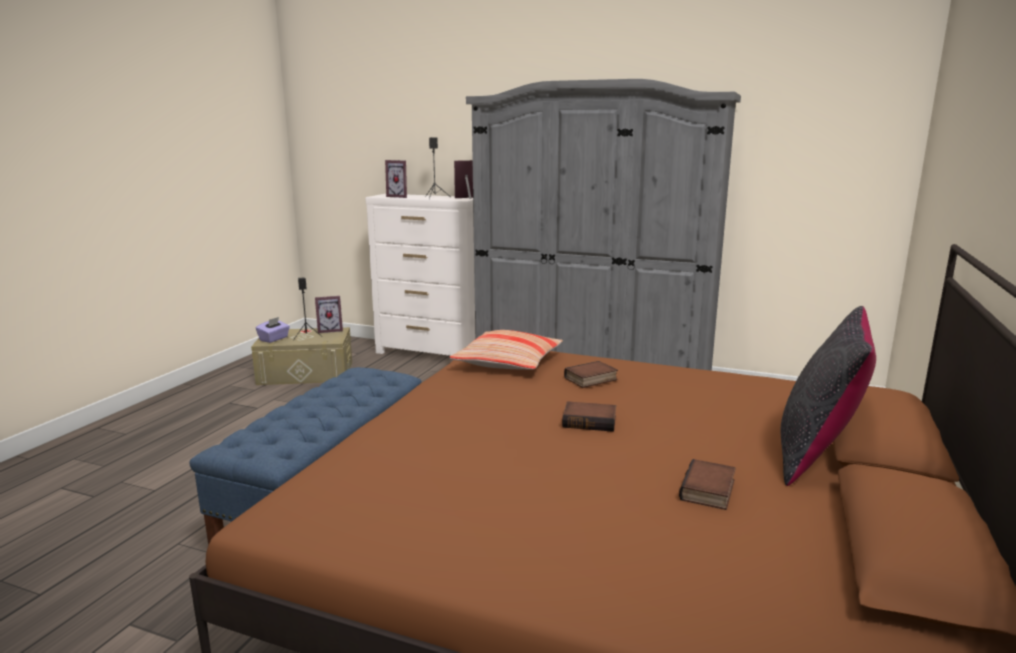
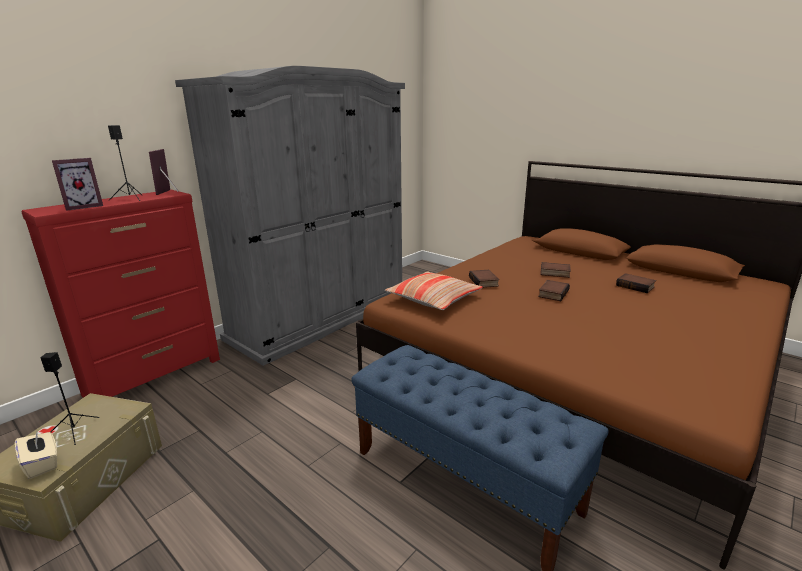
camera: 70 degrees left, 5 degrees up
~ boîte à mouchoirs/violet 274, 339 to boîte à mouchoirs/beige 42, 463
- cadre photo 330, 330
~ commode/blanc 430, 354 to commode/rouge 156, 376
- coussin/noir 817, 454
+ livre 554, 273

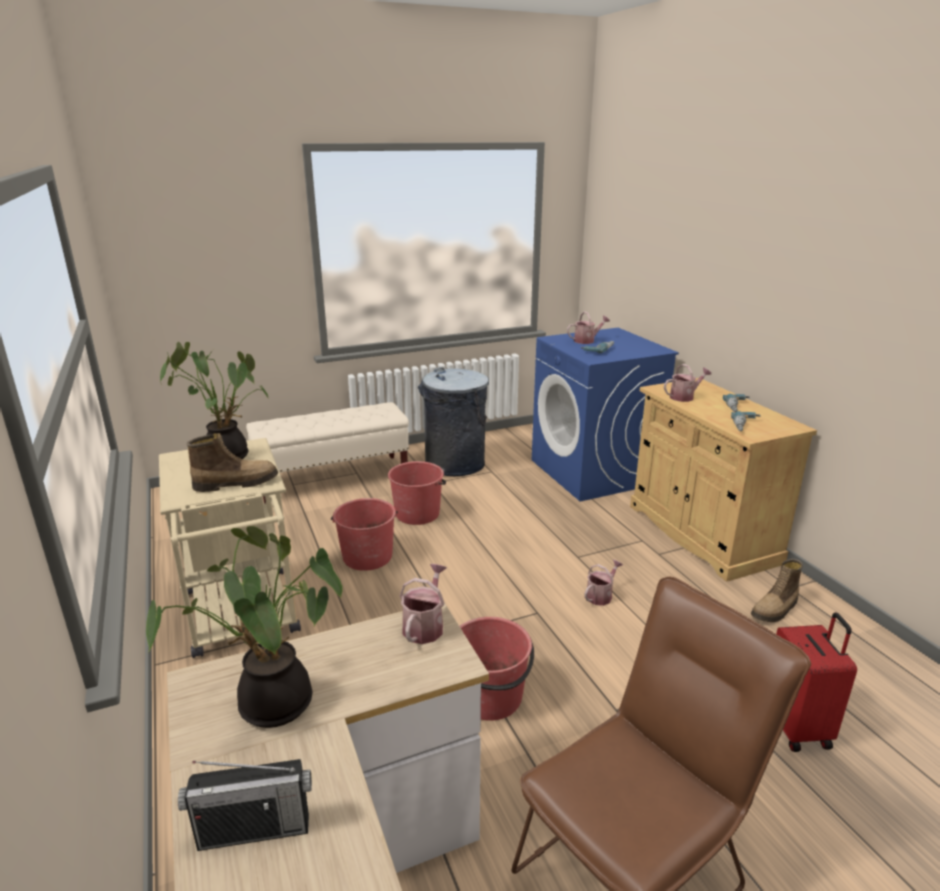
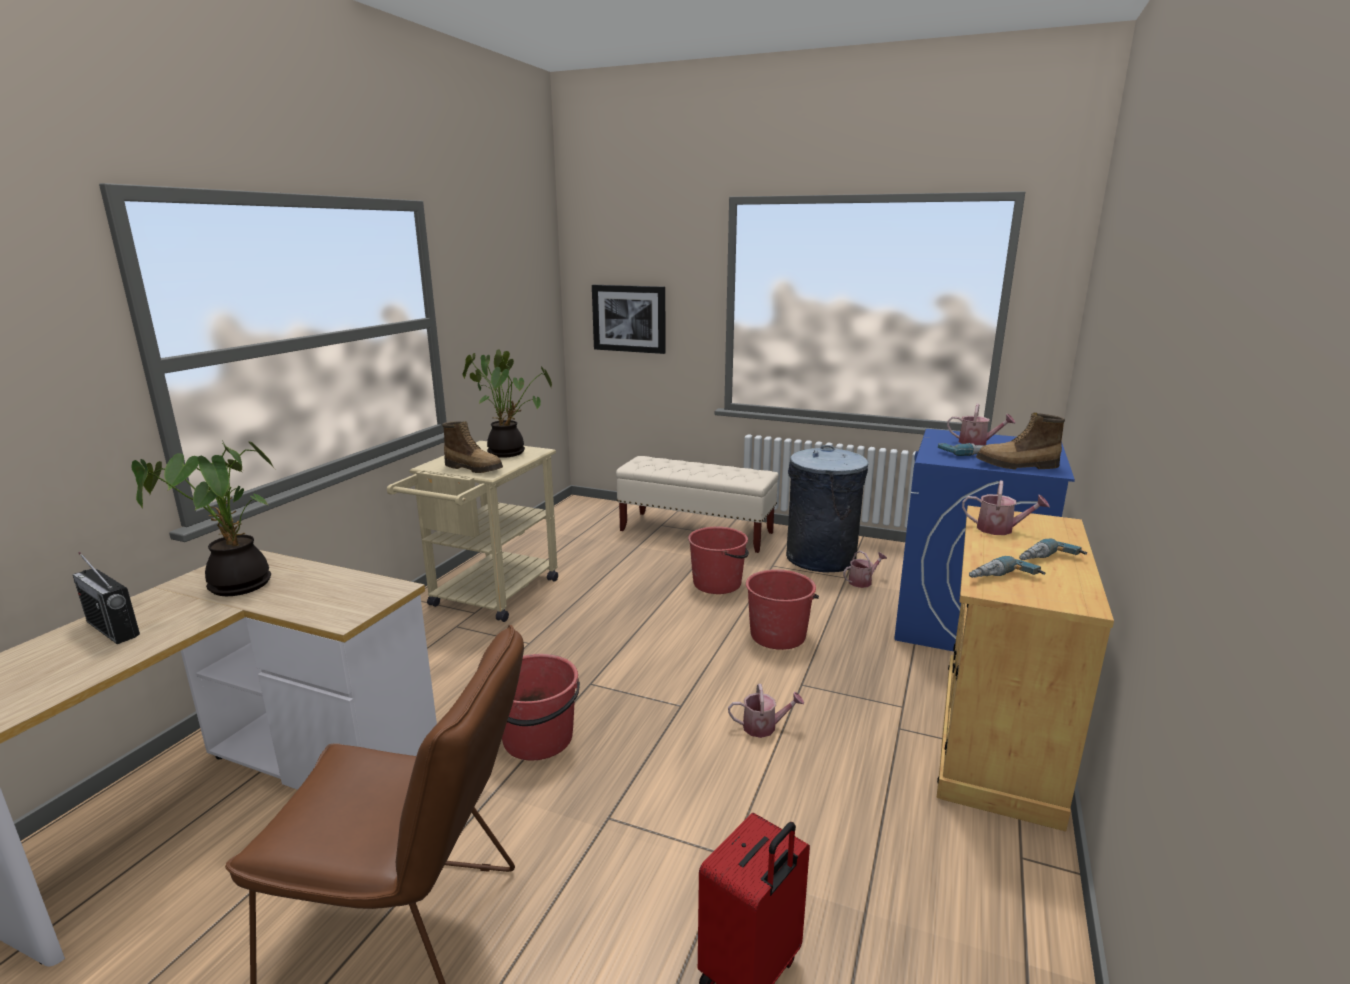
camera: 45 degrees right, 5 degrees down
~ seau/rouge 367, 556 to 778, 635
~ arrosoir 425, 625 to 862, 581
~ botte 775, 610 to 1017, 466
+ tableau 629, 318

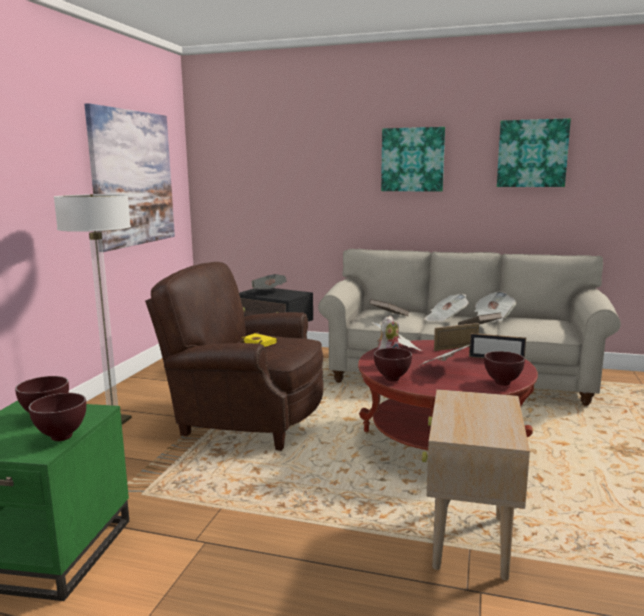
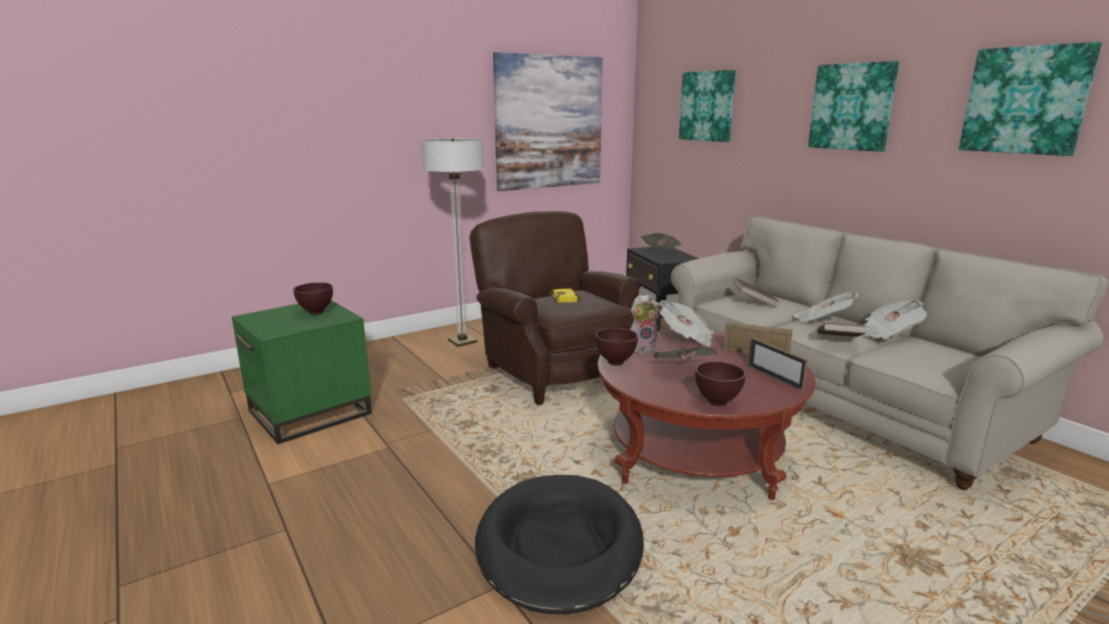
camera: 40 degrees right, 5 degrees up
- bol/marron 62, 438
~ table d'appoint/beige 469, 543 to panier pour chien/noir 559, 546
+ tableau 707, 106

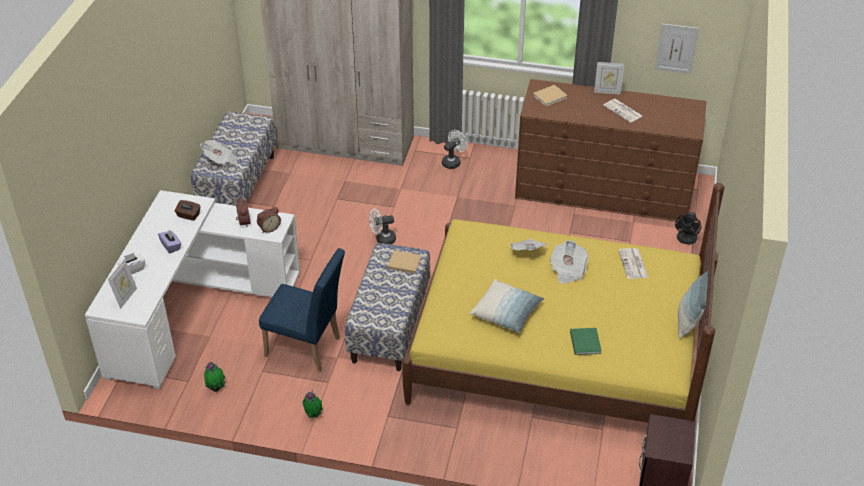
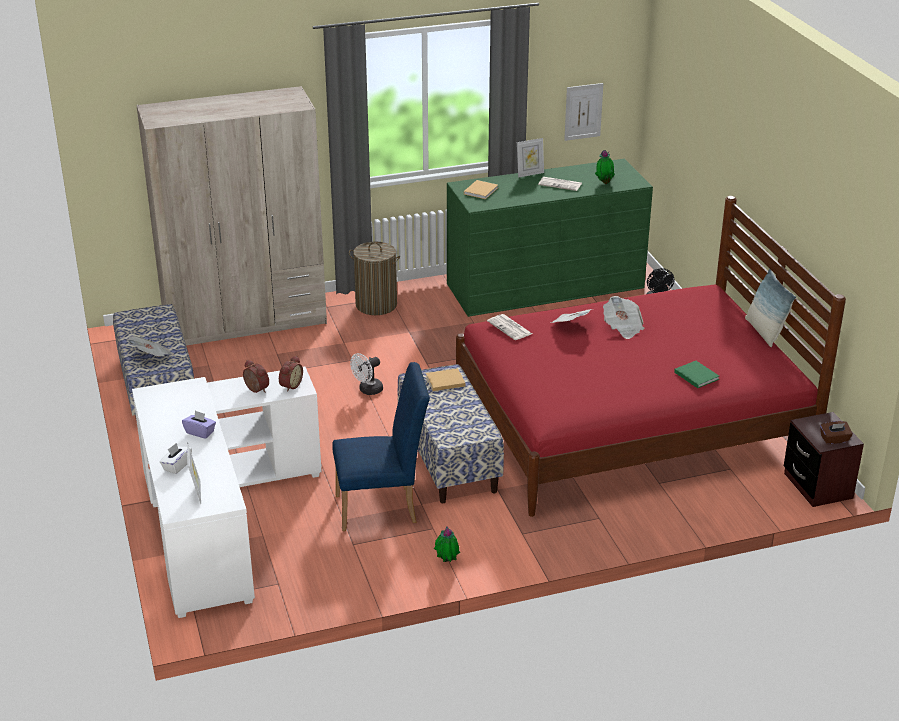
camera: 30 degrees left, 10 degrees down
~ boîte à mouchoirs/marron 188, 216 to 834, 440
~ plante en pot 216, 388 to 604, 183
~ lit/jaune 556, 352 to lit/rouge 630, 425
~ ventilateur/blanc 453, 162 to panier à linge 376, 305
- coussin 506, 313
~ commode/marron 603, 191 to commode/vert 545, 286
~ journal 633, 264 to 510, 328

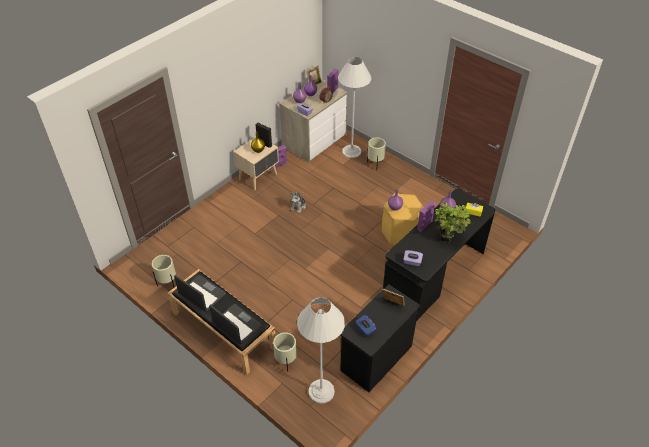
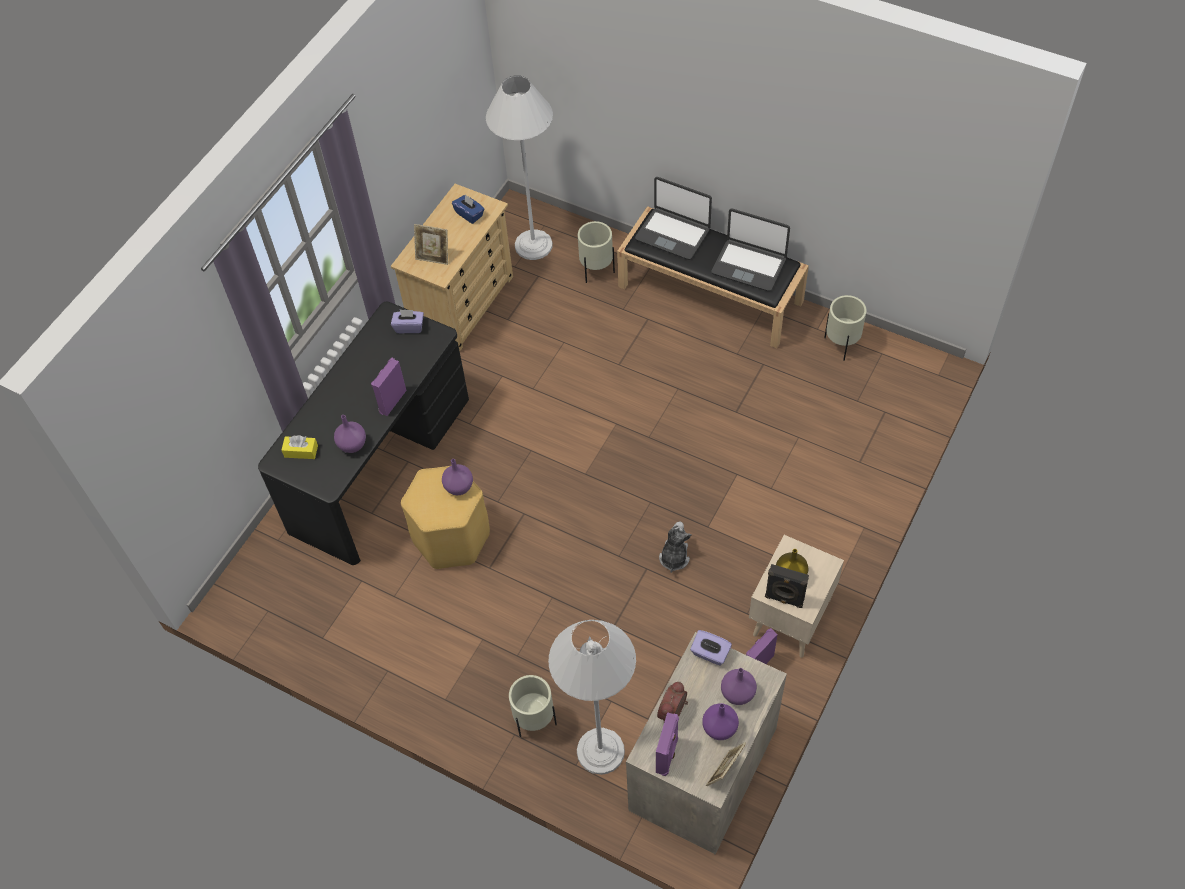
camera: 170 degrees right, 10 degrees up
~ commode/noir 376, 358 to commode/beige 462, 304
- plante en pot 448, 238

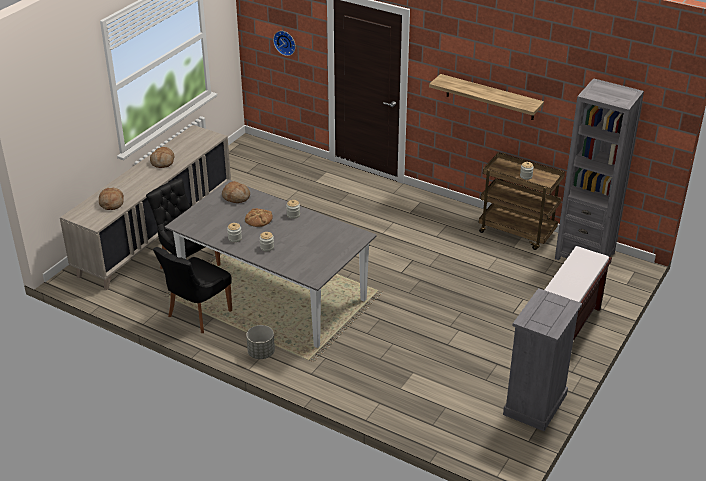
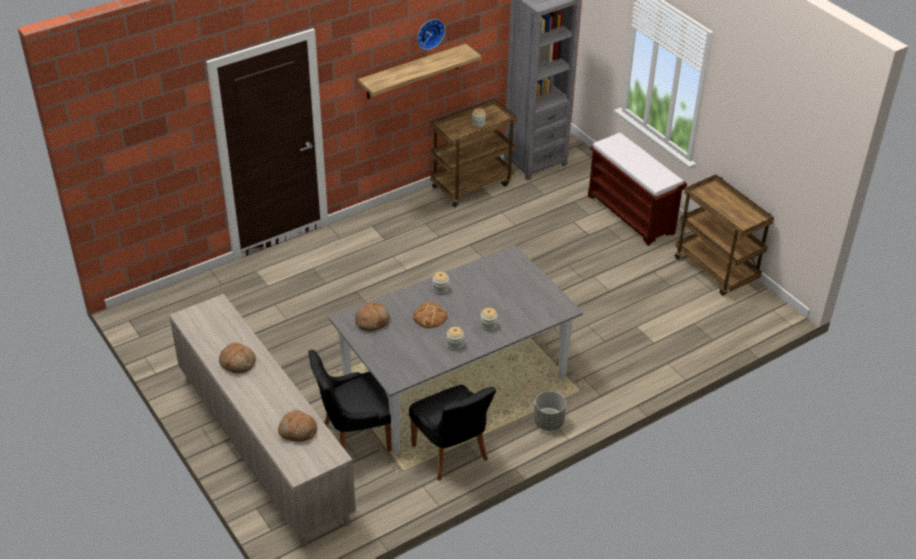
camera: 65 degrees left, 5 degrees up
~ horloge murale 285, 42 to 429, 33
~ commode/gris 535, 404 to chariot/marron 716, 270

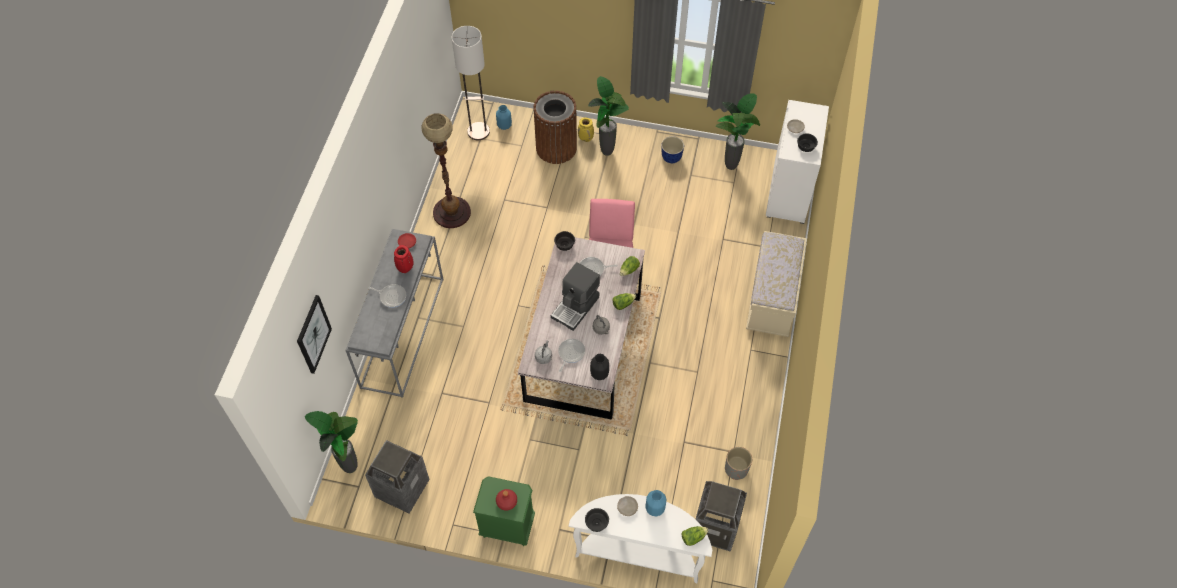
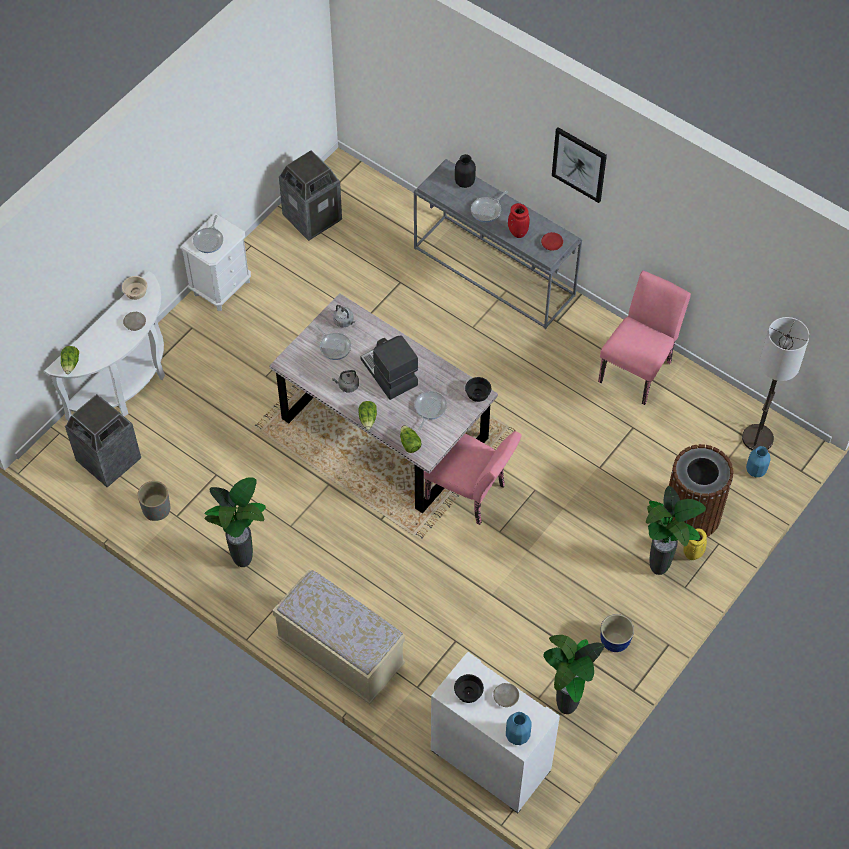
camera: 115 degrees right, 0 degrees up
~ tableau 313, 334 to 579, 164
~ plante en pot 350, 467 to 244, 561
~ lampadaire 451, 212 to chaise/rose 638, 368
~ table de chevet/vert 507, 526 to table de chevet/blanc 222, 287
~ bouteille/rouge 506, 501 to poêle 209, 240
~ bol/noir 596, 523 to bol/beige 137, 293
~ vase/noir 599, 373 to 465, 182
~ vase/bleu 654, 508 to 517, 735

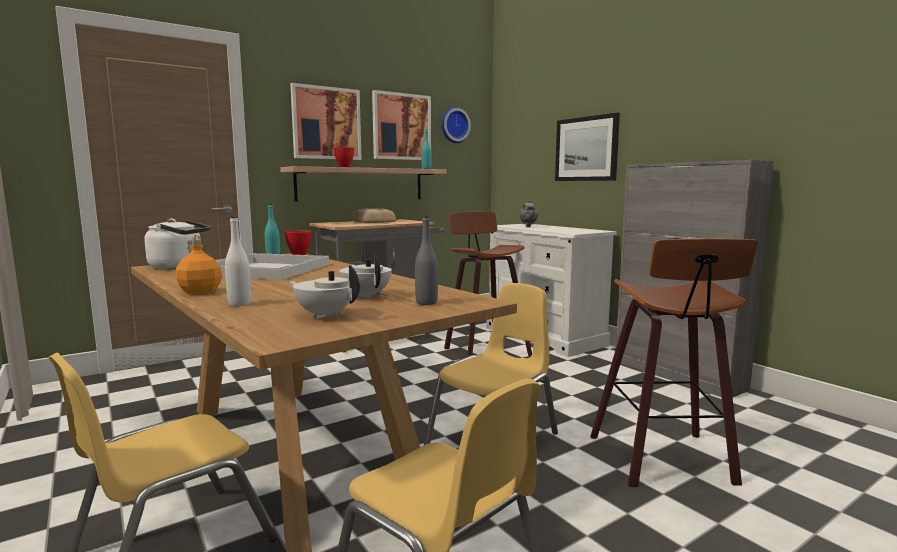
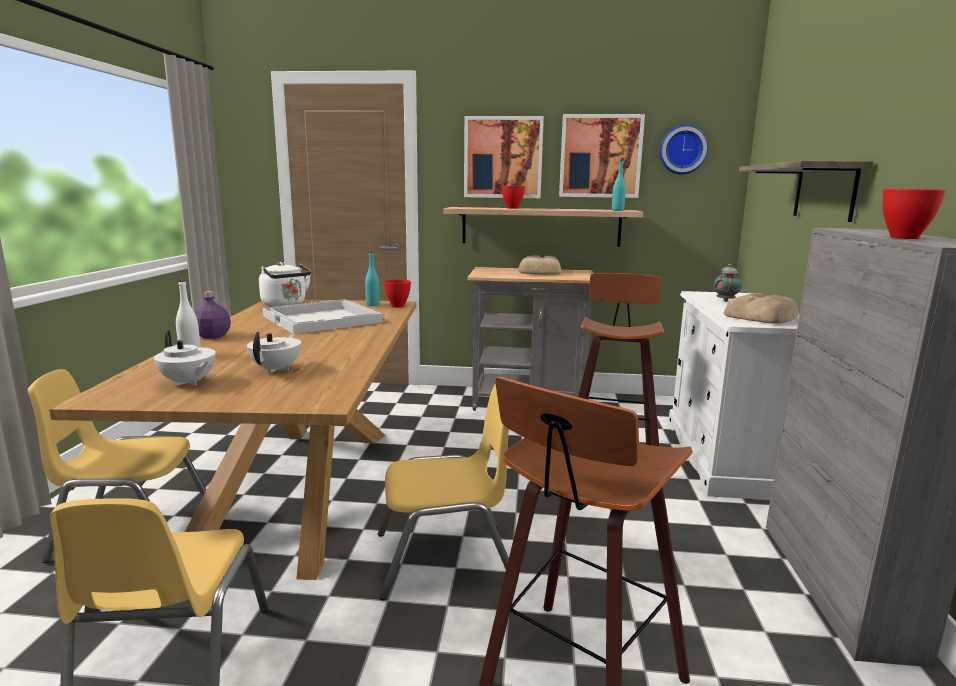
camera: 40 degrees right, 5 degrees up
~ bouteille/orange 200, 291 to bouteille/violet 213, 336
~ théière/blanc 325, 315 = 188, 382 150 degrees clockwise
- bouteille/gris 426, 303
~ tableau 586, 149 to étagère 824, 191
+ pain 761, 316
+ bol/rouge 905, 238

